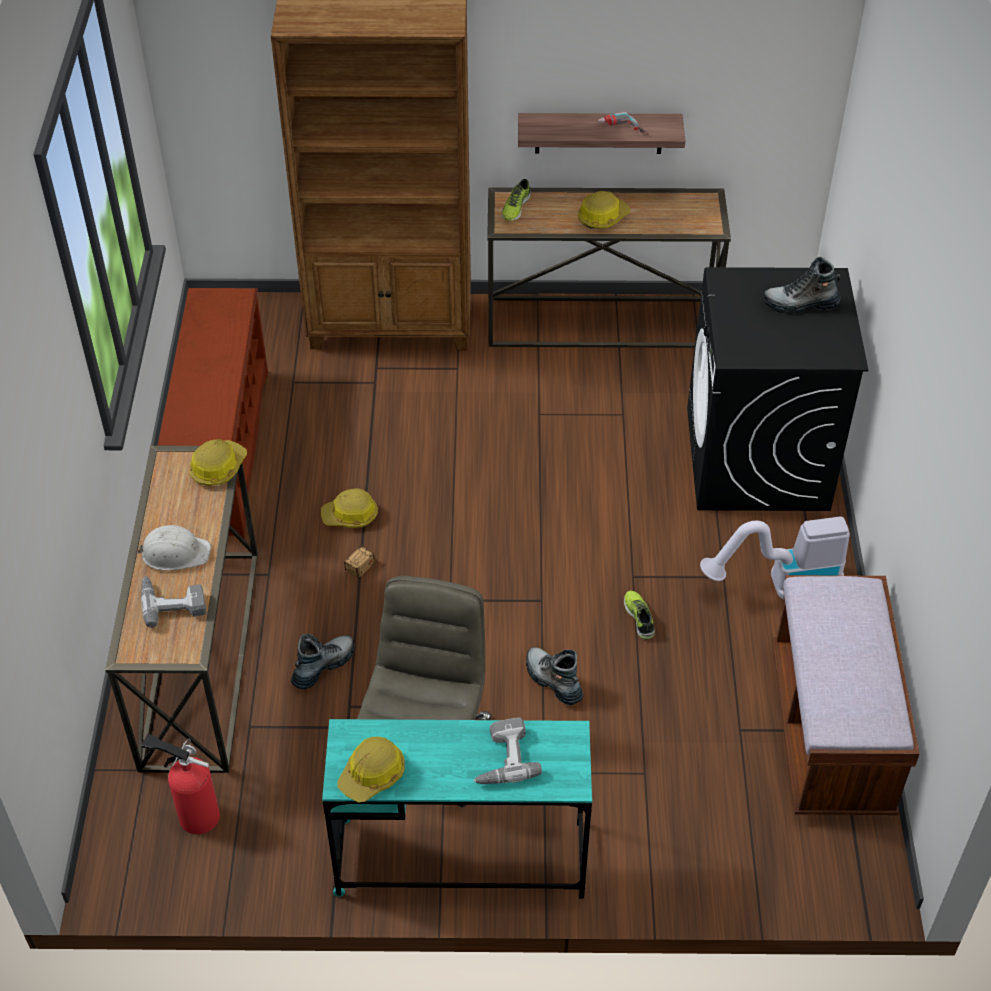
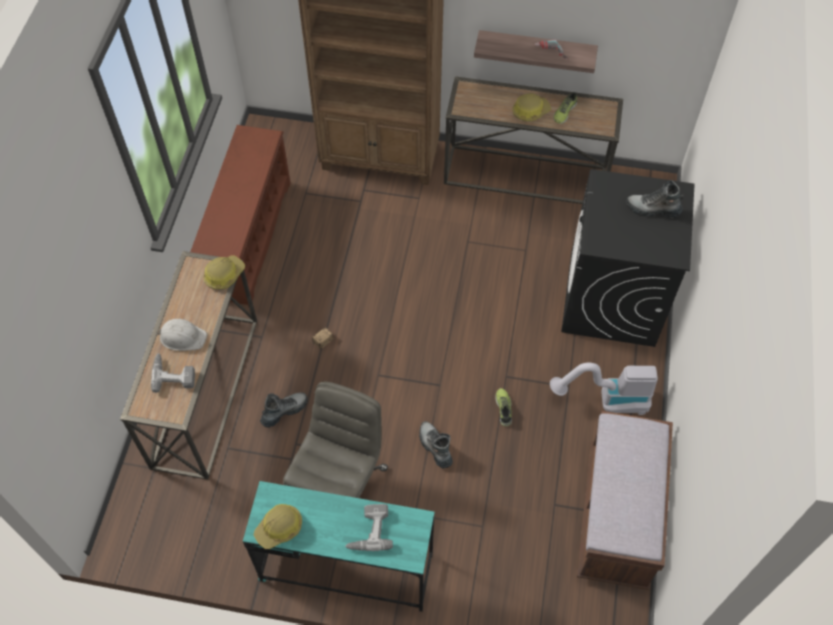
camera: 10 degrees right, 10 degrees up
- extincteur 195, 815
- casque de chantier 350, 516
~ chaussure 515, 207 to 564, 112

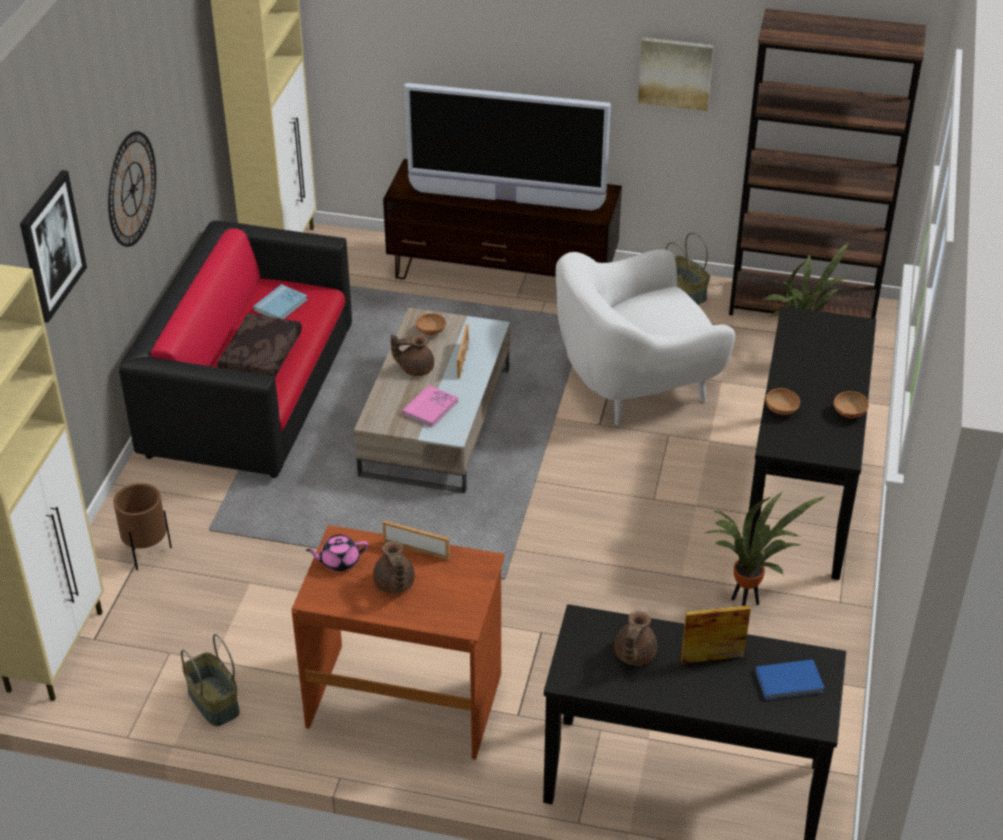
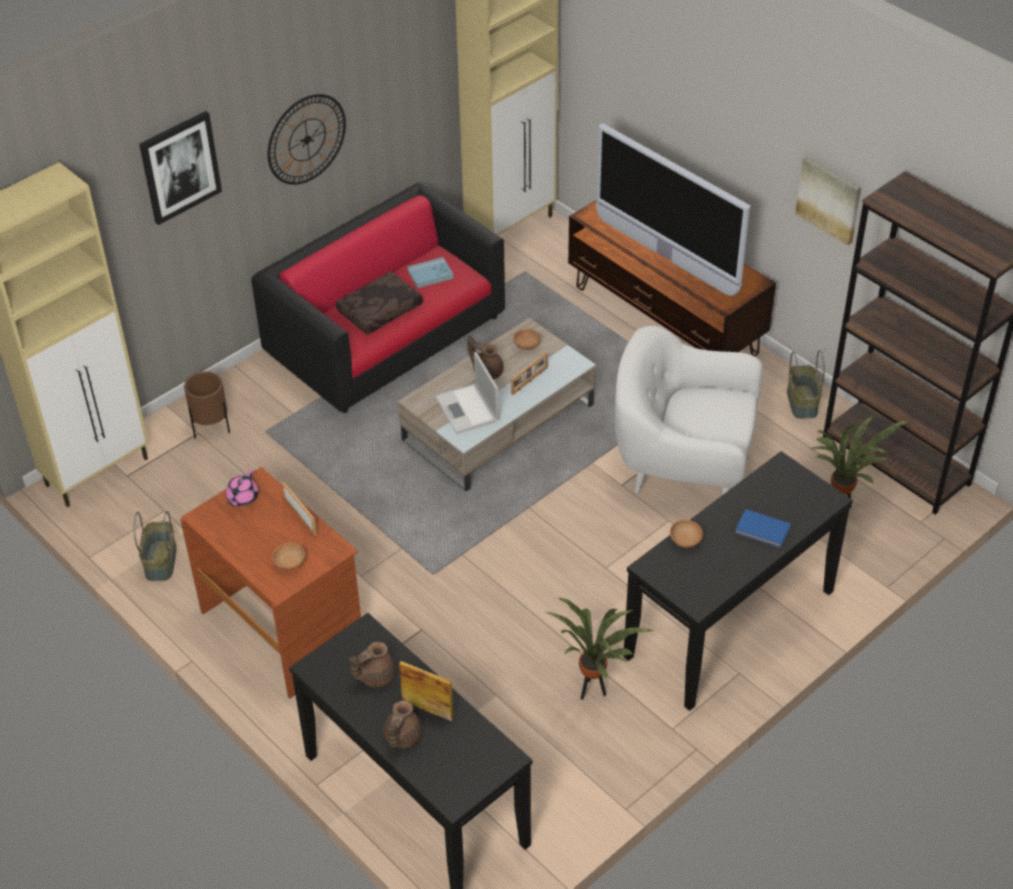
camera: 35 degrees right, 5 degrees up
~ théière/rose 339, 561 = 242, 498 90 degrees counterclockwise
~ théière/marron 394, 584 to 401, 737
~ livre/rose 430, 408 to ordinateur portable 467, 410
~ livre/bleu 790, 682 to 763, 531
~ bol/marron 848, 413 to 289, 564

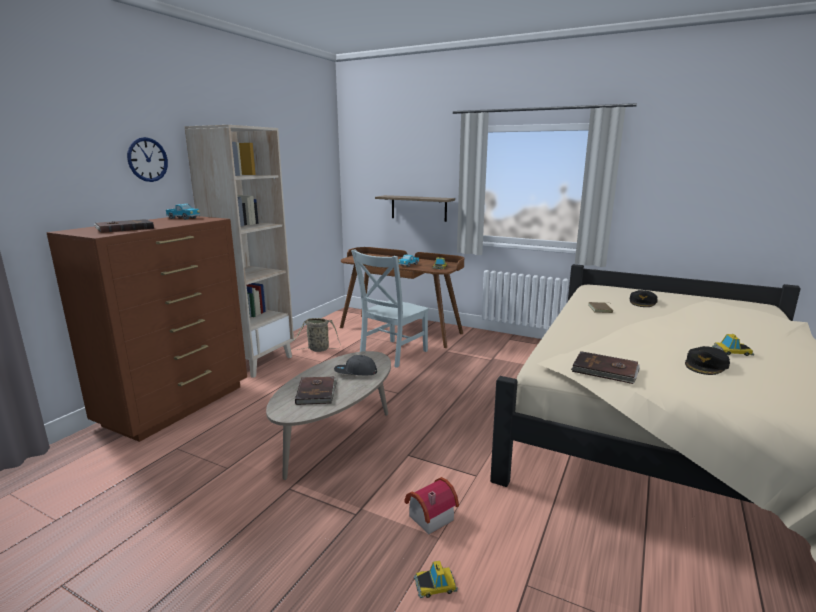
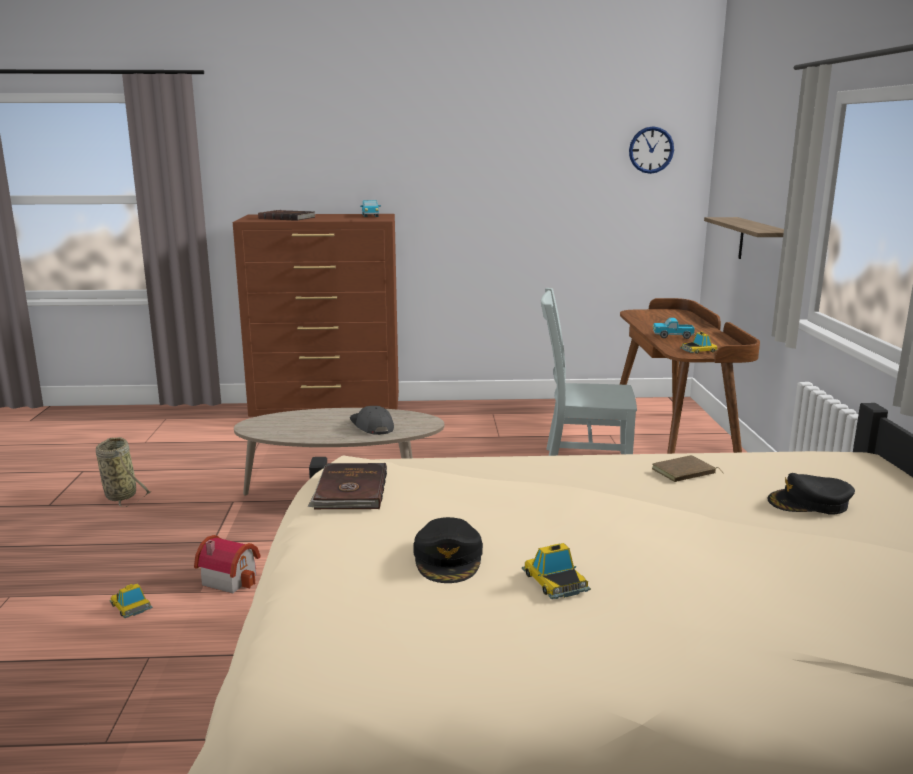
camera: 60 degrees right, 0 degrees up
~ horloge murale 147, 159 to 651, 150
- bibliothèque/beige 256, 362
~ panier 317, 349 to 120, 495
- livre/marron 317, 392
~ casquette/noir 706, 365 = 448, 558 105 degrees counterclockwise

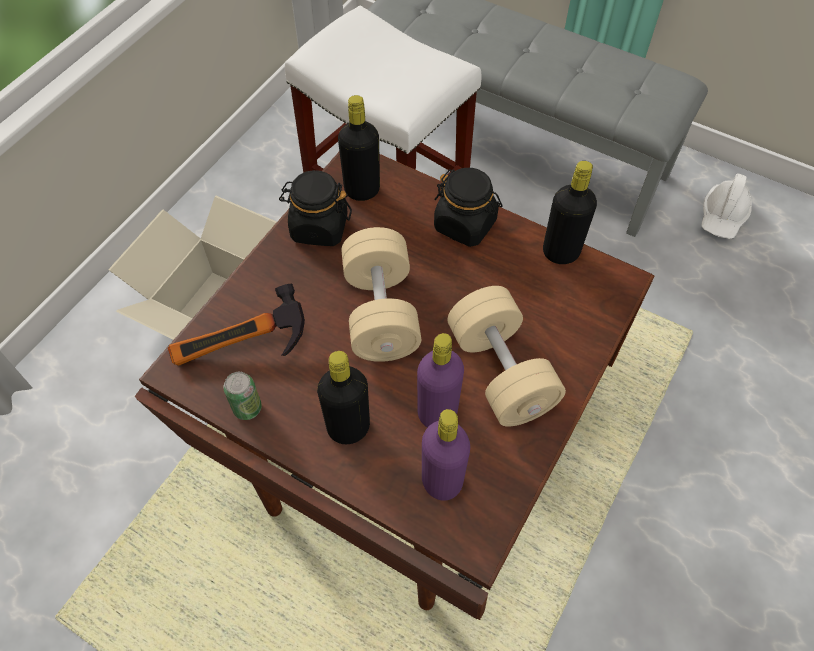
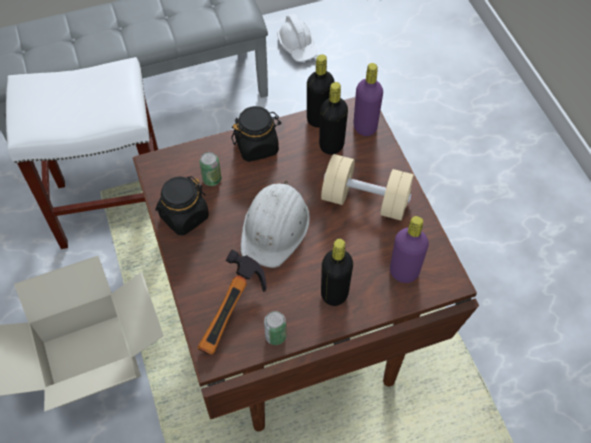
camera: 50 degrees left, 0 degrees up
~ bouteille/noir 362, 190 to 331, 145
~ haltère/beige 381, 312 to casque de chantier/blanc 275, 227
~ bouteille/violet 437, 412 to 365, 127
+ boîte métallique 212, 179

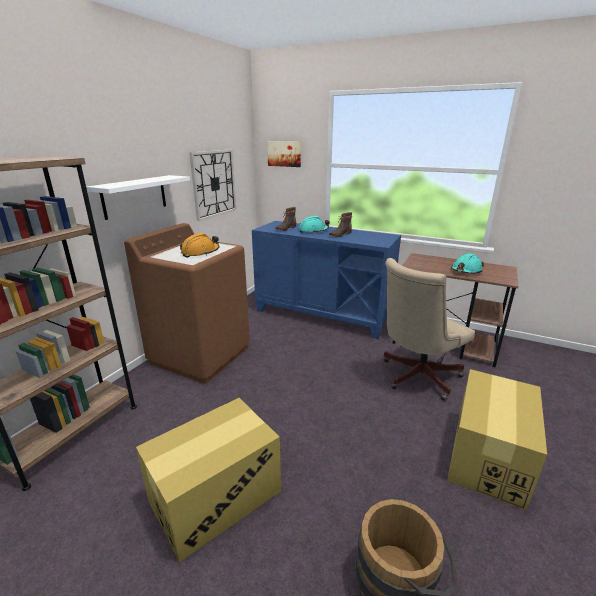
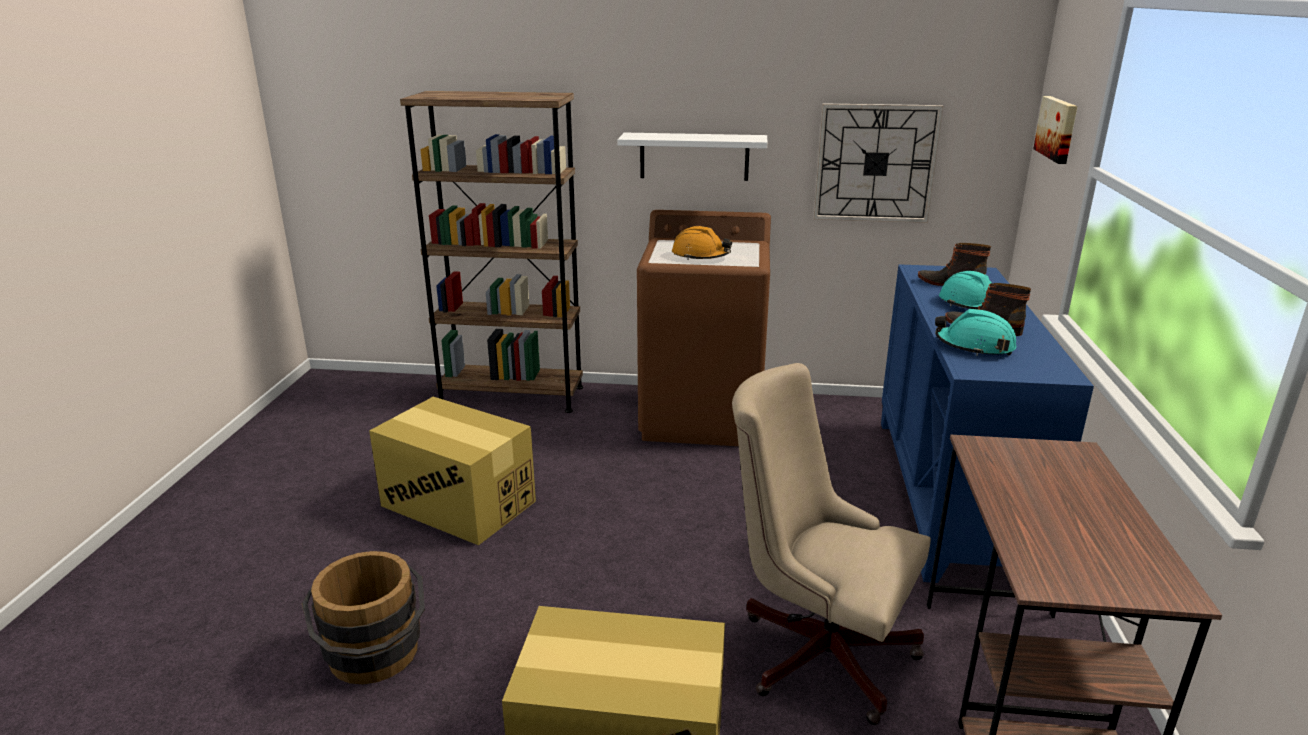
camera: 70 degrees right, 0 degrees up
~ casque de chantier/turquoise 466, 271 to 974, 346

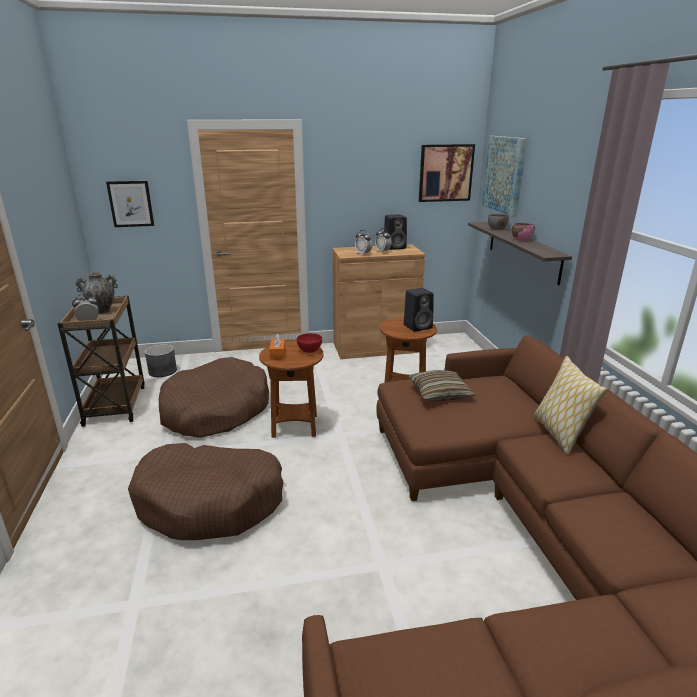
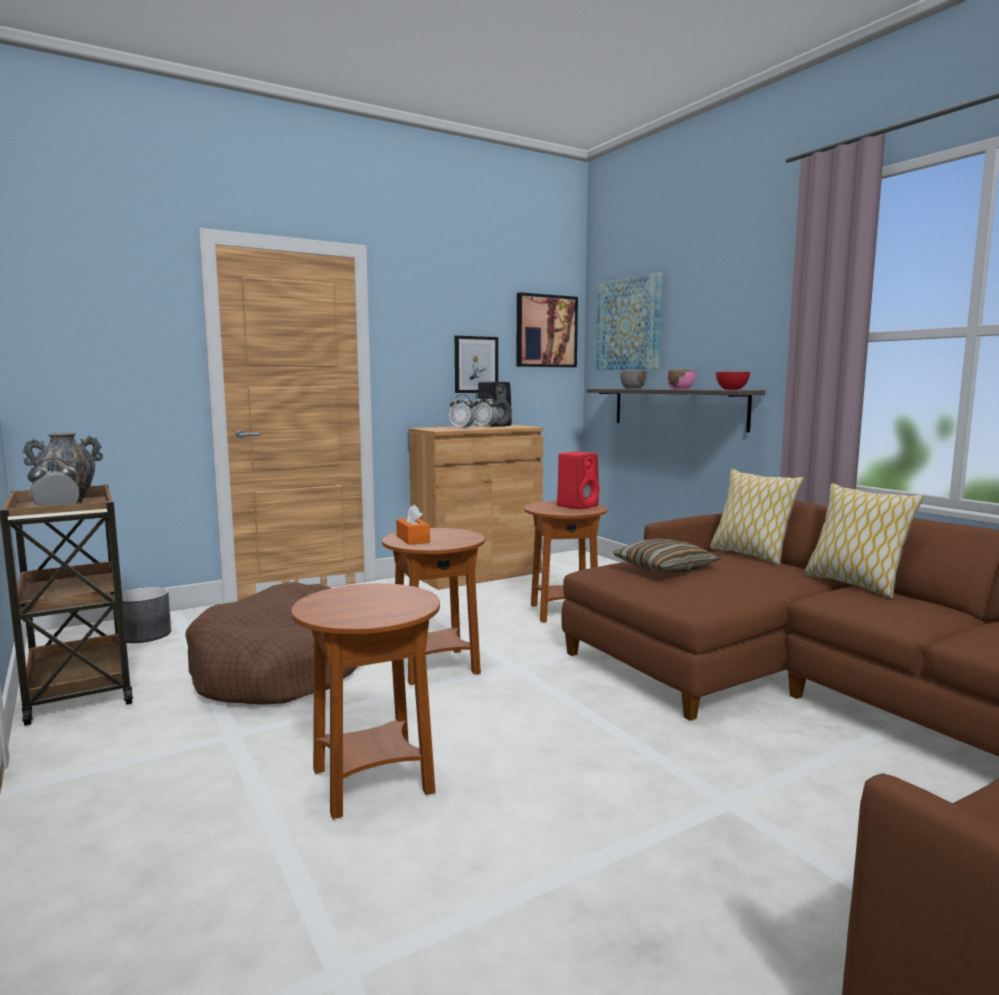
camera: 20 degrees left, 15 degrees down
~ tableau 131, 204 to 476, 364
~ panier pour chien/marron 210, 502 to table d'appoint/marron 372, 782
~ bol/rouge 309, 350 to 731, 389
~ enceinte/noir 418, 326 to enceinte/rouge 578, 506
+ coussin 750, 555

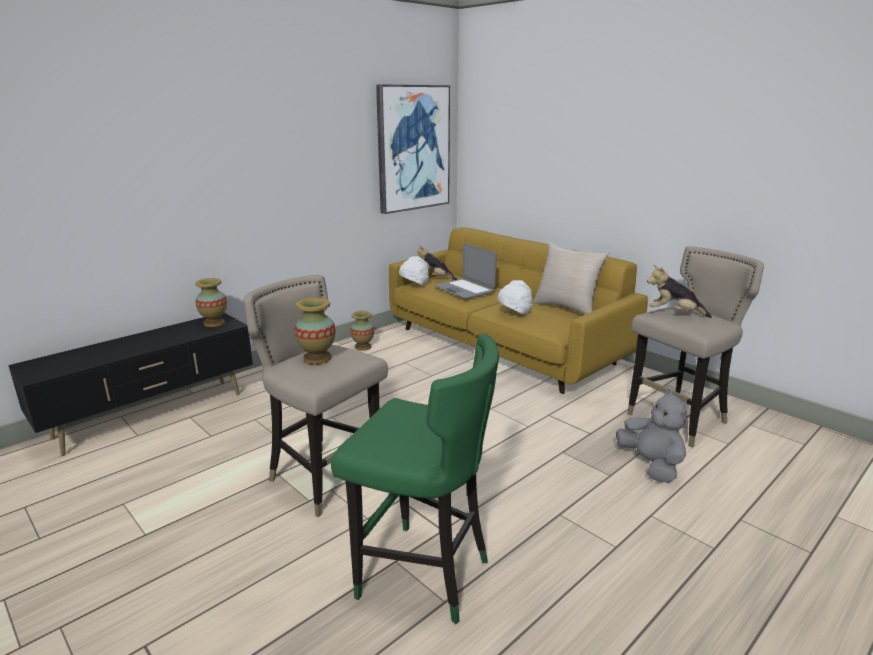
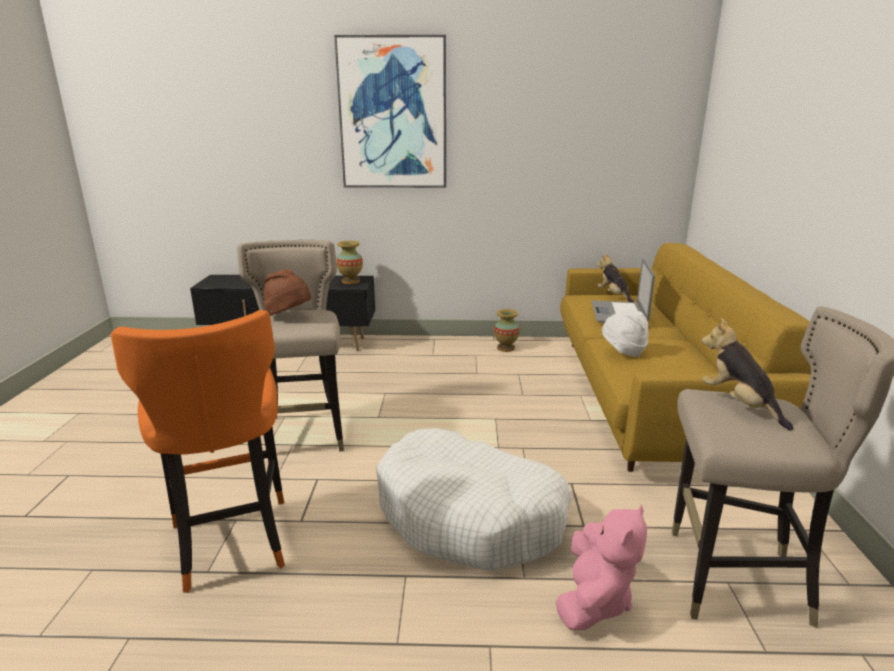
camera: 45 degrees right, 0 degrees up
~ vase 317, 358 to chapeau/marron 289, 316
~ tabouret/vert 422, 574 to tabouret/orange 231, 541
~ tableau 413, 148 to 393, 114
- chapeau/blanc 414, 285
- coussin/beige 567, 307
~ peluche/gris 651, 465 to peluche/rose 594, 600
+ panier pour chien/blanc 470, 515

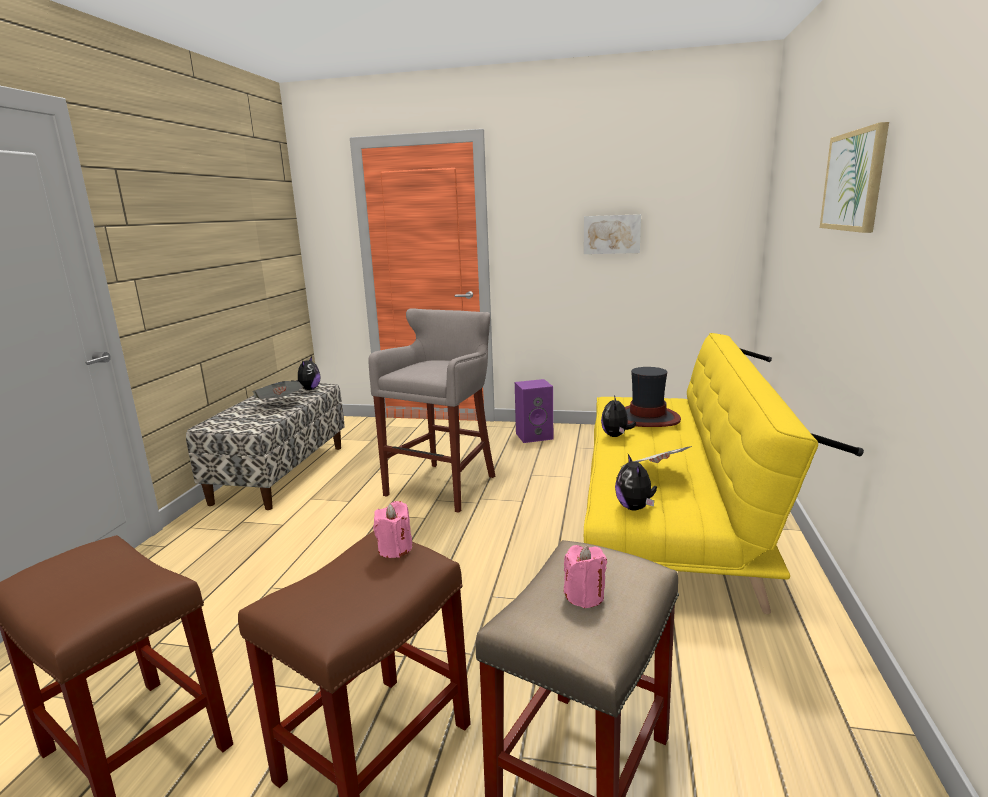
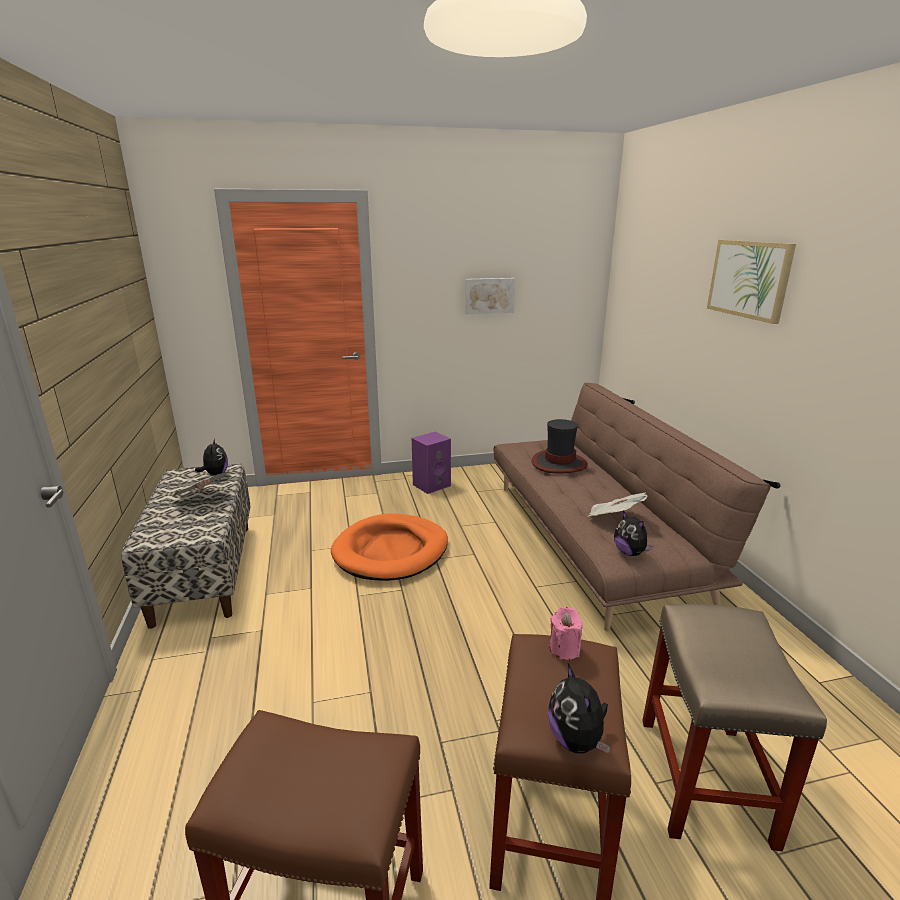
camera: 25 degrees left, 5 degrees up
~ tabouret/gris 444, 485 to panier pour chien/orange 391, 551
- bougie/rose 584, 596
~ canapé/jaune 669, 510 to canapé/marron 593, 539
~ peluche 616, 436 to 577, 740

